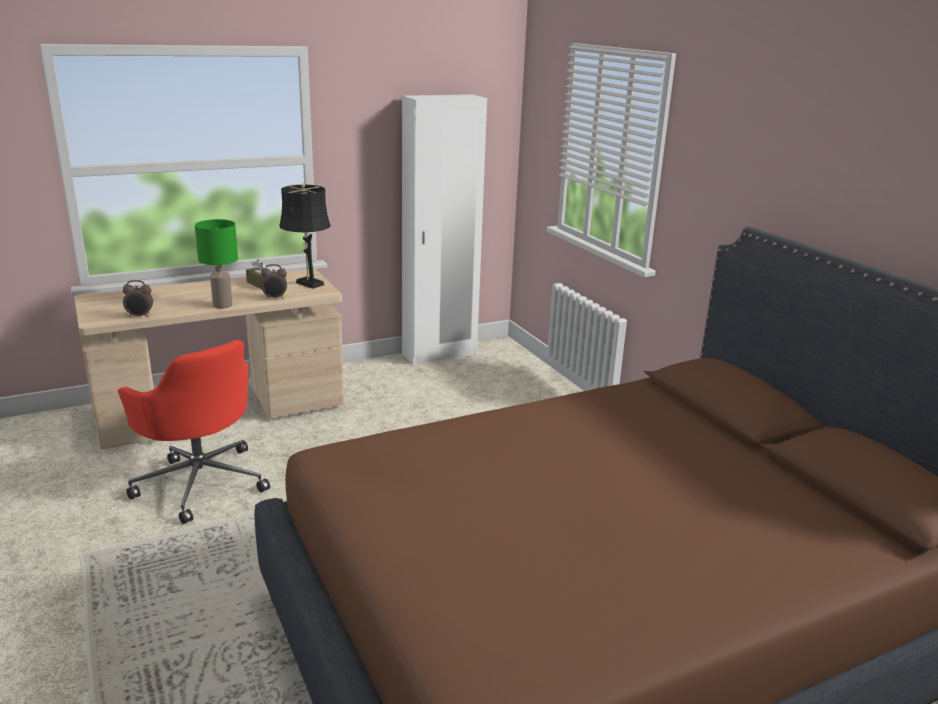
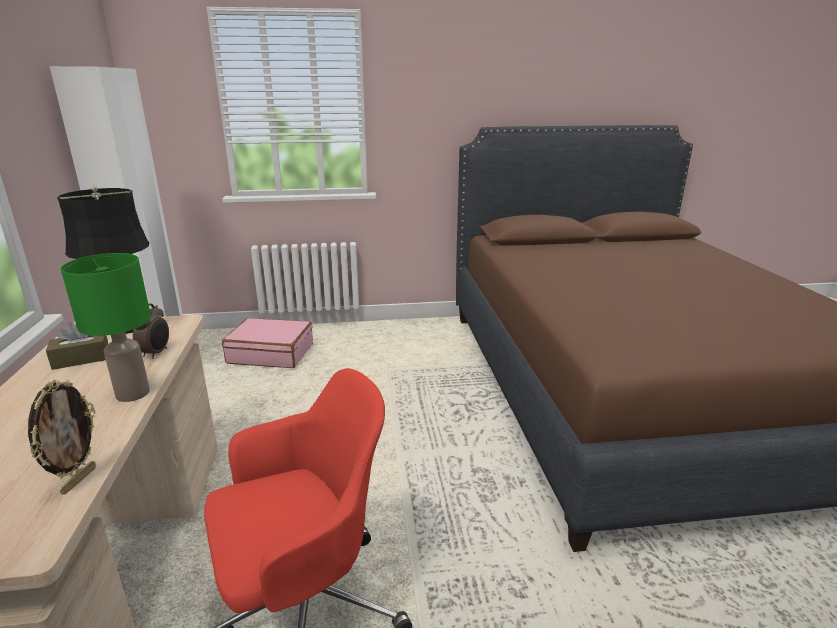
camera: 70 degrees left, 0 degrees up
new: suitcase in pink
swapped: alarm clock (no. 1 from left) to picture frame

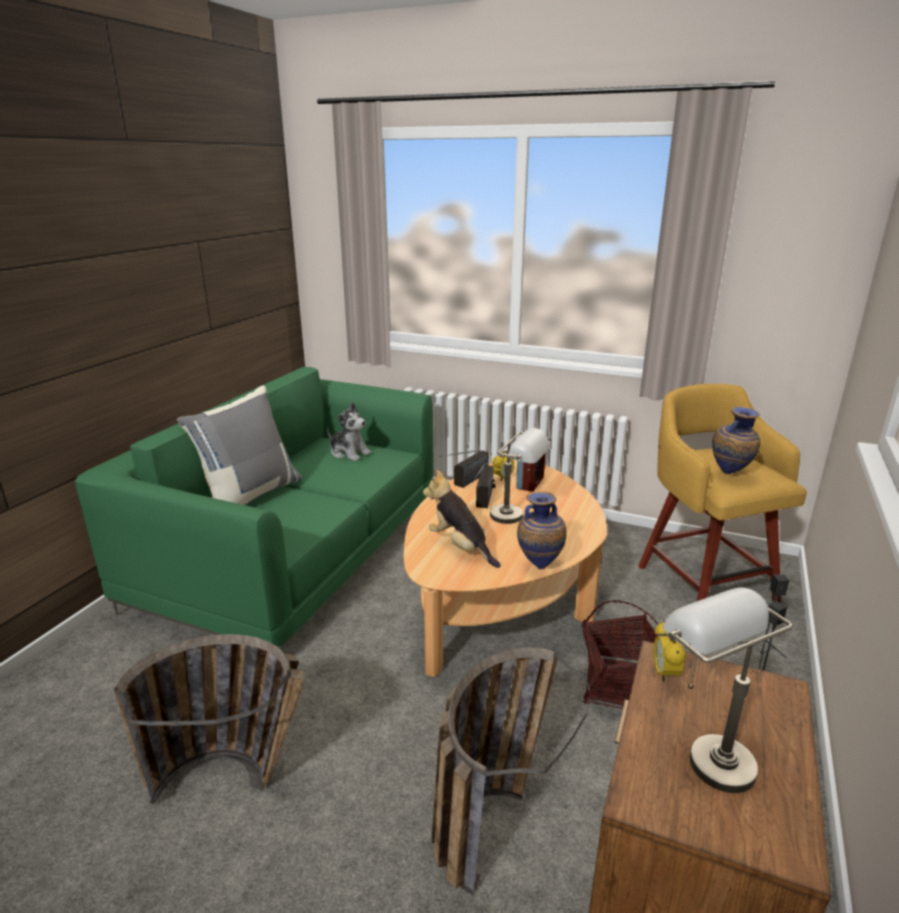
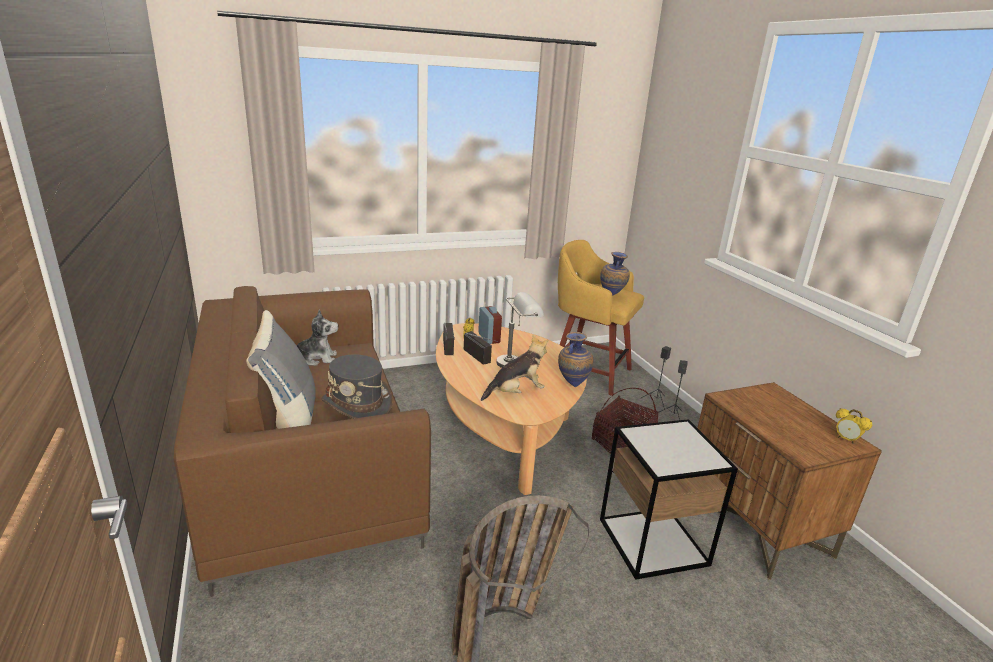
camera: 45 degrees left, 0 degrees up
gone: table lamp in grey (no. 2 from left)
new: hat in grey
shifted: alarm clock (no. 3 from left)
swapped: basket (no. 2 from left) to side table
repainted: sofa in green to sofa in brown
rotated: plush toy (no. 2 from left) 150 degrees clockwise

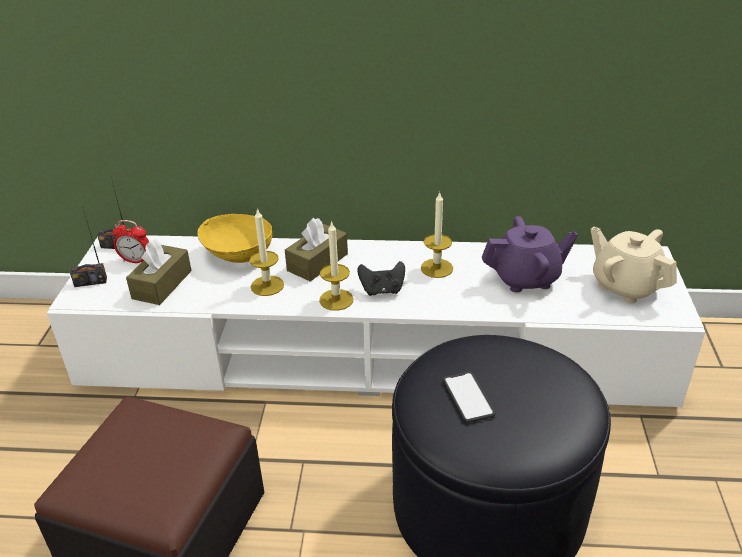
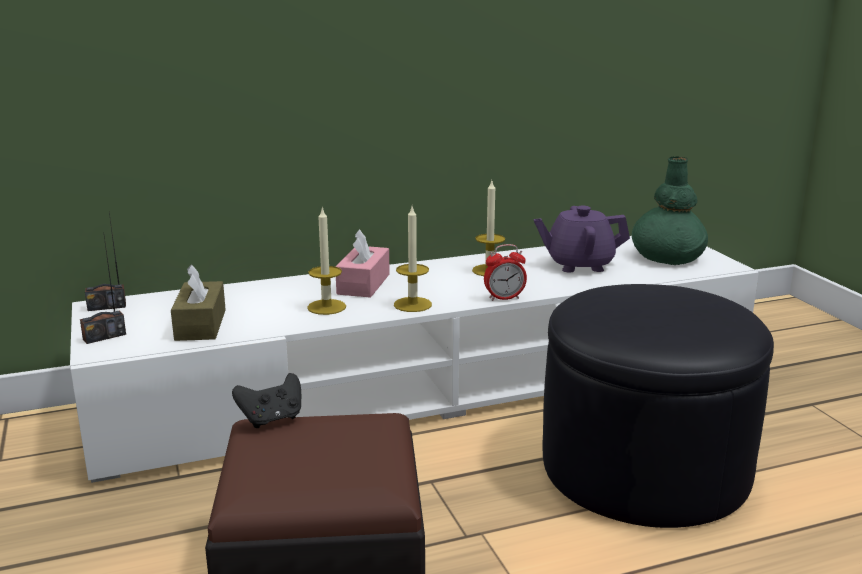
camera: 25 degrees left, 15 degrees down
gone: bowl in yellow; phone
shifted: game controller in black; alarm clock
swapped: teapot in beige to vase in green
repainted: tissue box in brown (no. 2 from left) to tissue box in pink
rotated: teapot in purple 150 degrees counterclockwise

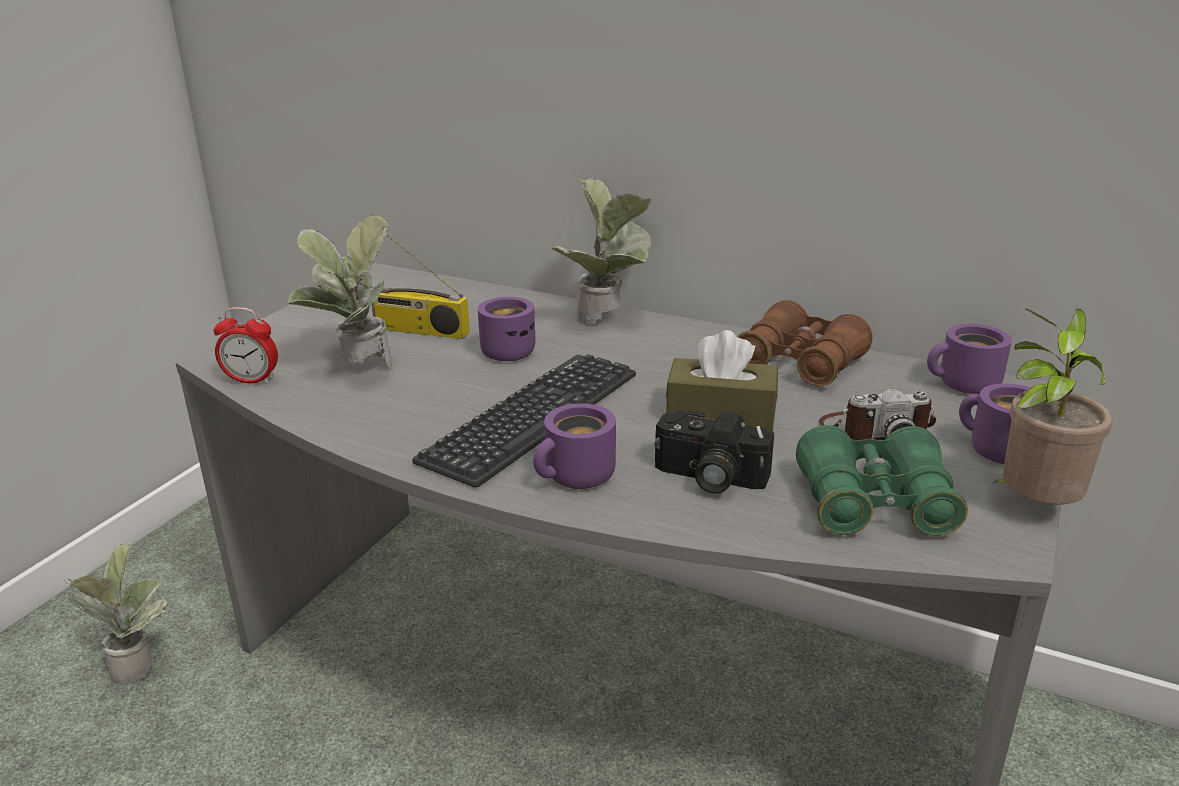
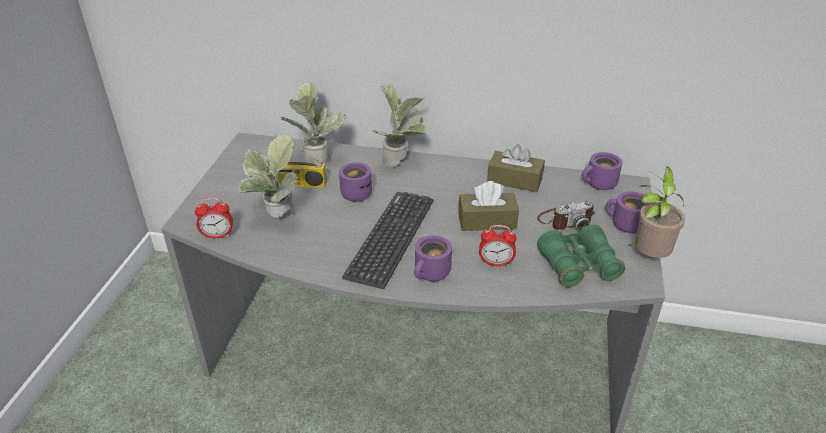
camera: 15 degrees left, 10 degrees up
shifted: potted plant (no. 1 from left in the first image) to potted plant (no. 2 from left)
swapped: photo camera (no. 1 from left) to alarm clock (no. 2 from left); binoculars in brown to tissue box in brown (no. 2 from left)

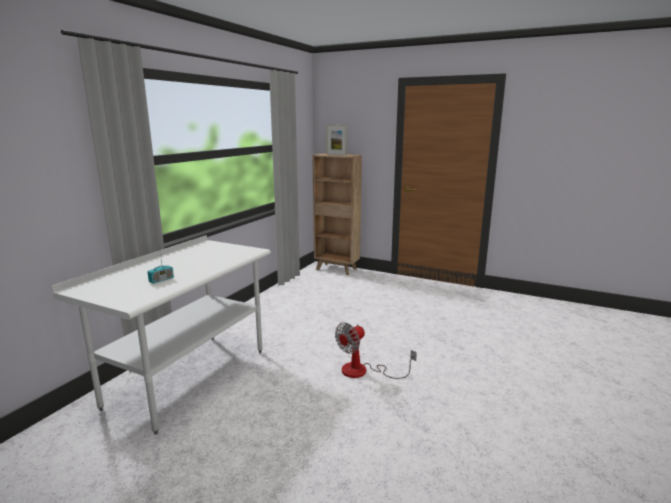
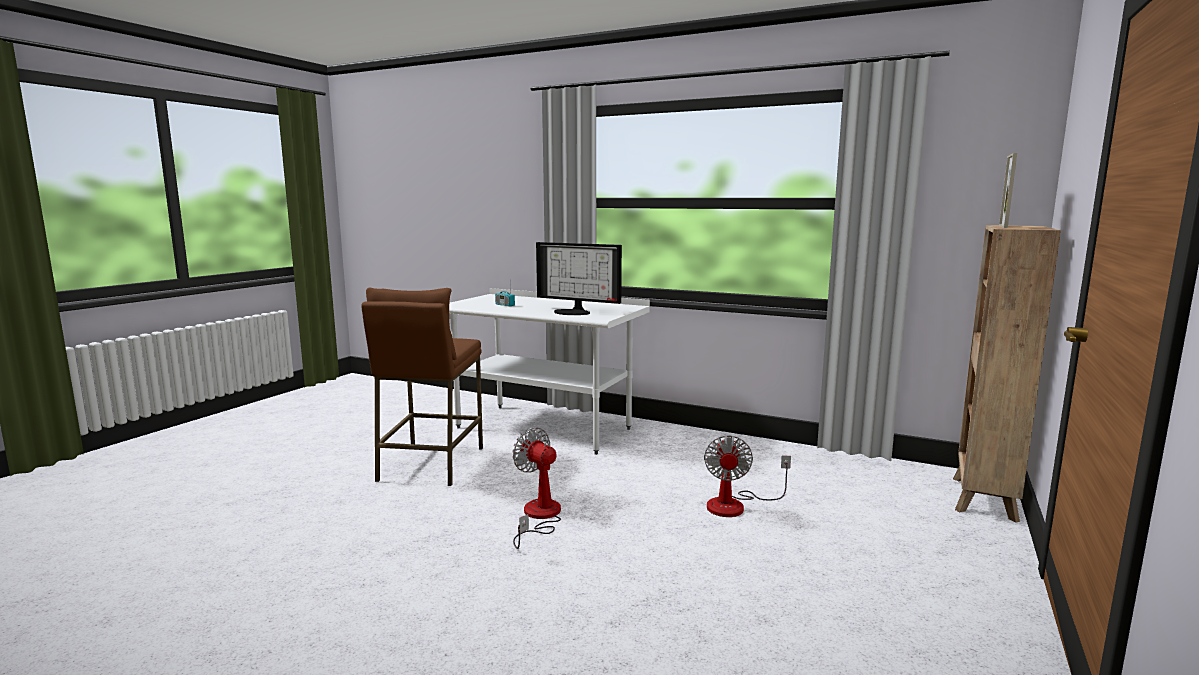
camera: 90 degrees right, 5 degrees down
new: stool in brown; monitor; fan (no. 2 from left)

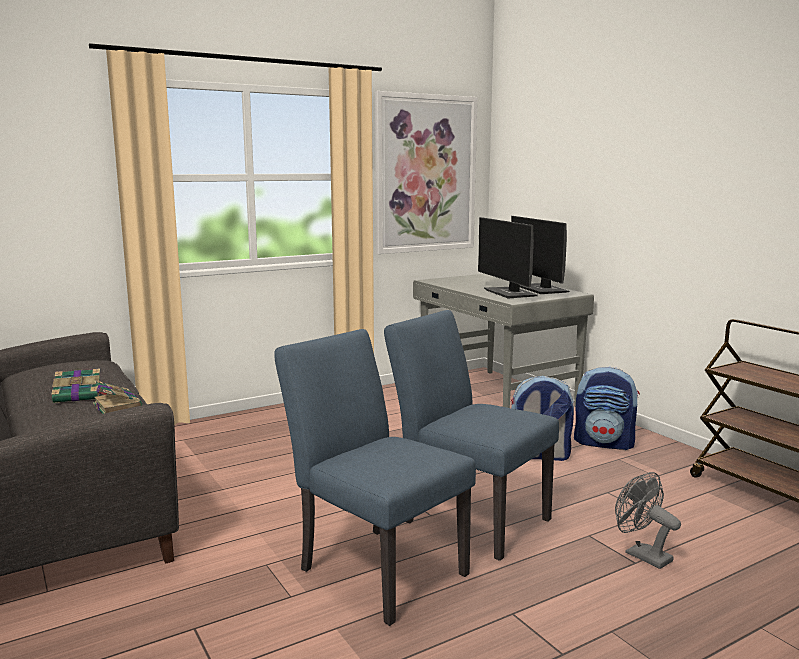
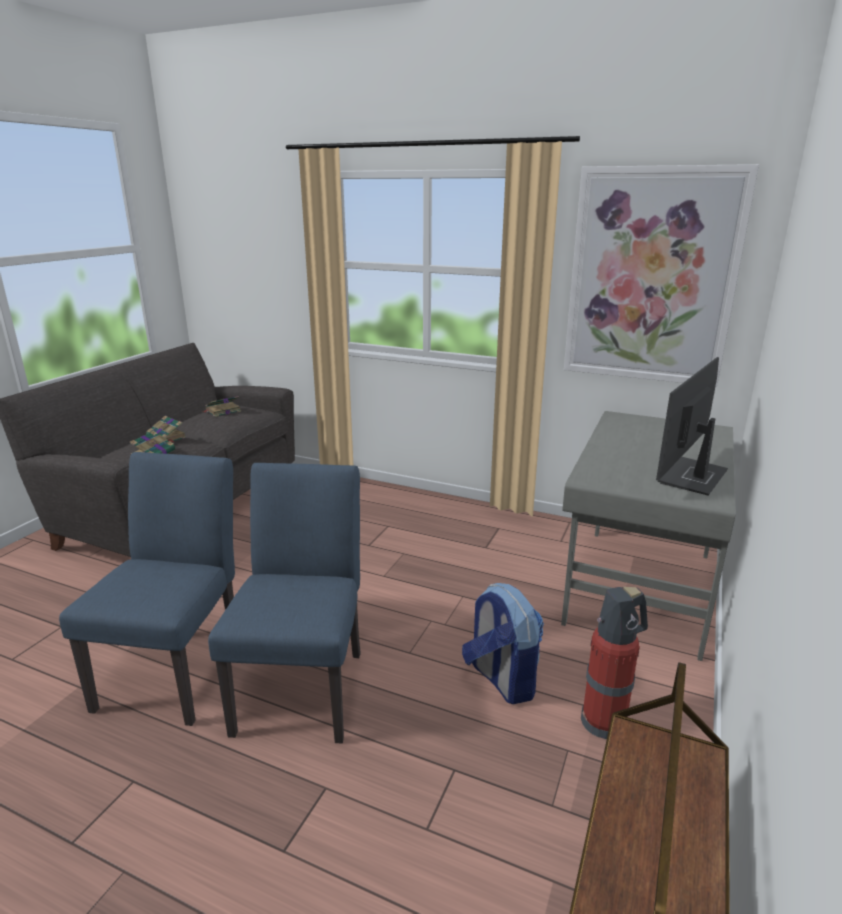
camera: 55 degrees right, 10 degrees up
gone: monitor (no. 1 from left); fan in grey
new: book (no. 3 from left)
swapped: backpack (no. 2 from left) to fire extinguisher

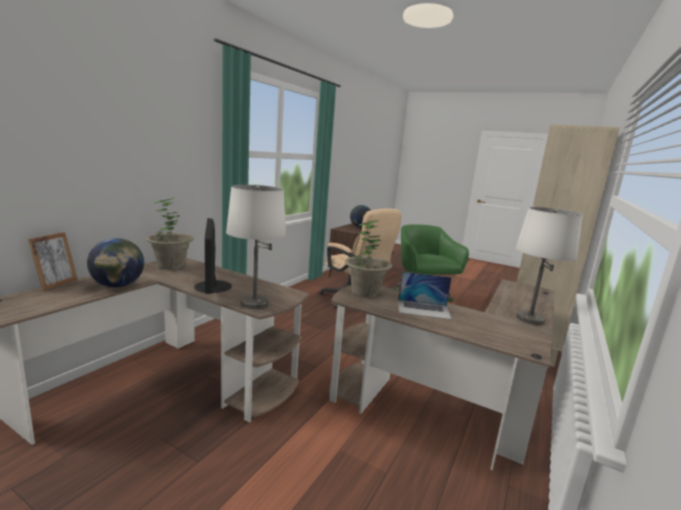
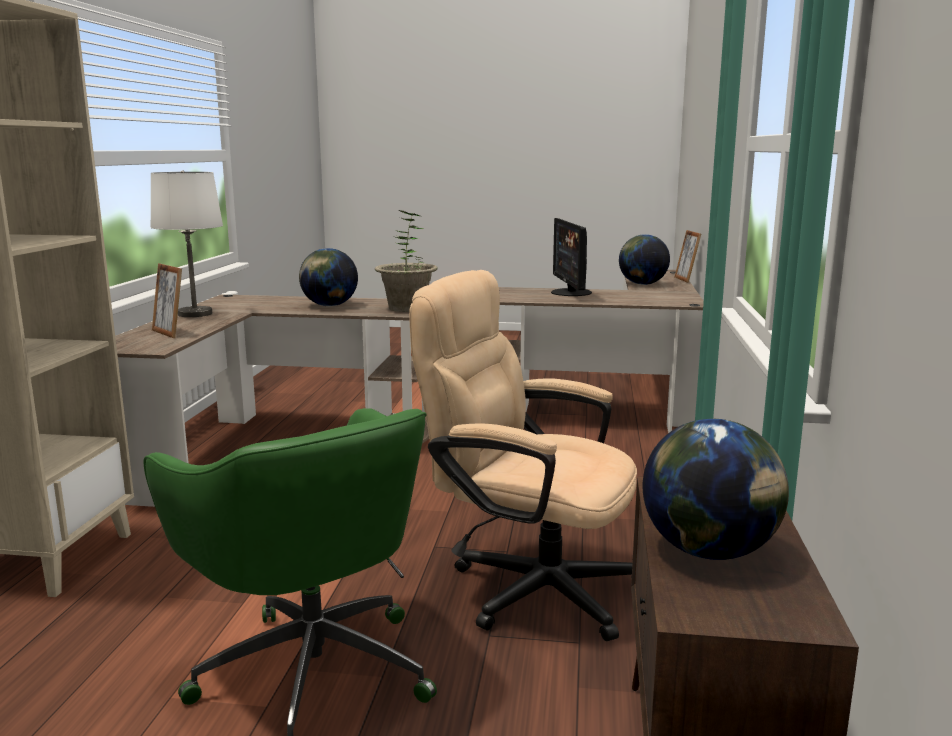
camera: 160 degrees right, 0 degrees up
gone: potted plant (no. 1 from left); table lamp in white (no. 1 from left)
new: picture frame (no. 1 from left)
swapped: laptop to globe (no. 1 from left)
rotated: monitor 150 degrees counterclockwise

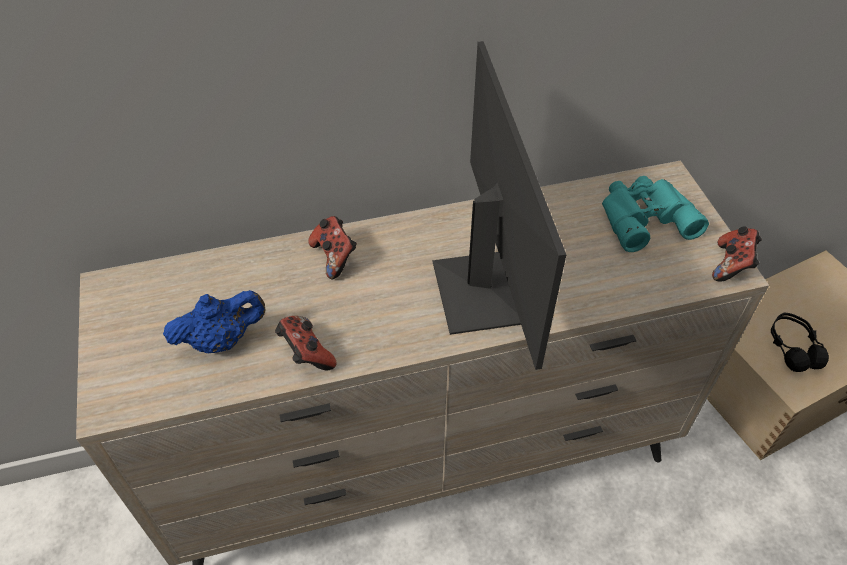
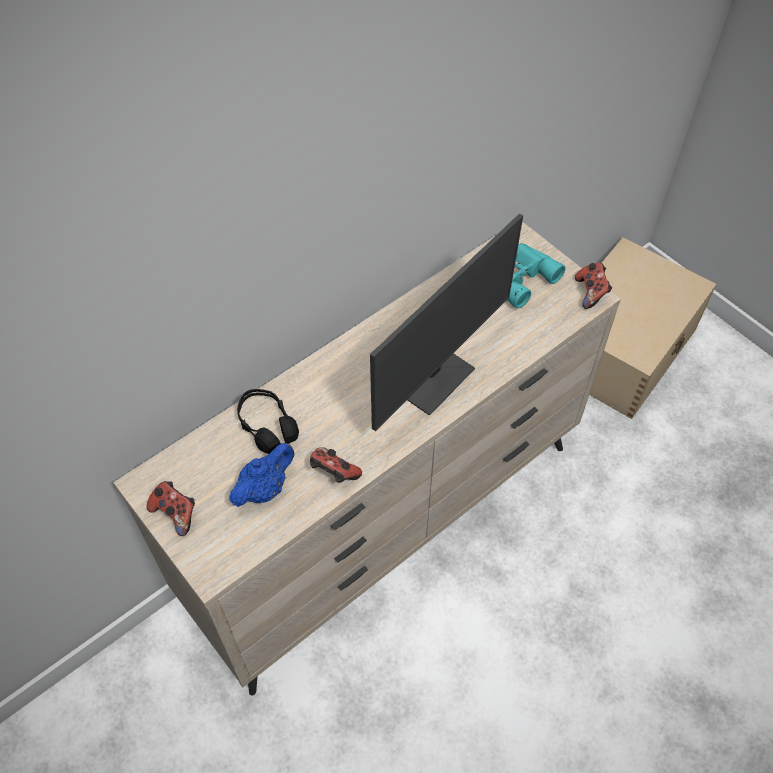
camera: 25 degrees left, 5 degrees up
shifted: game controller (no. 2 from left in the first image) to game controller (no. 1 from left); headphones in black
rotated: monitor 75 degrees clockwise

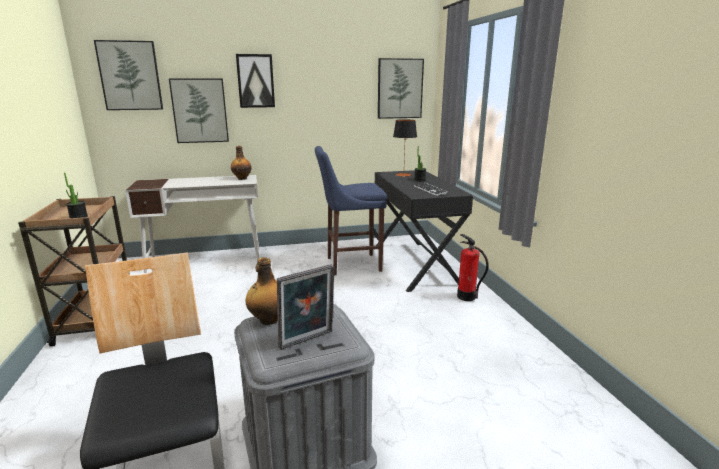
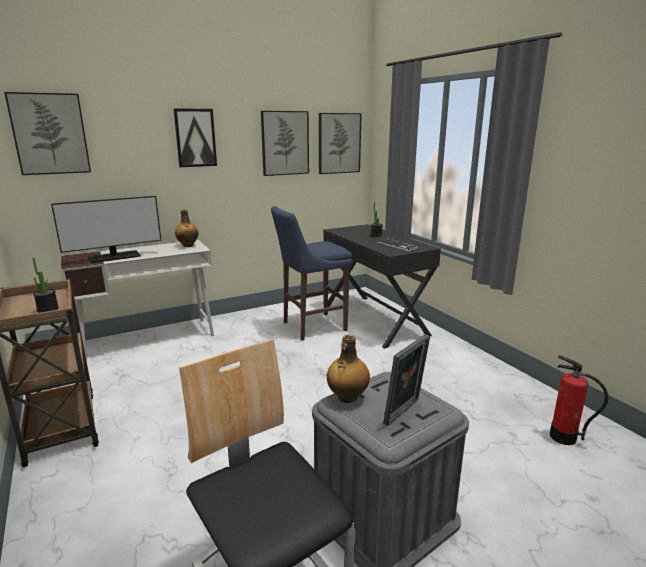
camera: 15 degrees left, 0 degrees up
gone: table lamp
new: monitor
shifted: picture (no. 2 from left in the first image) to picture (no. 3 from left); fire extinguisher

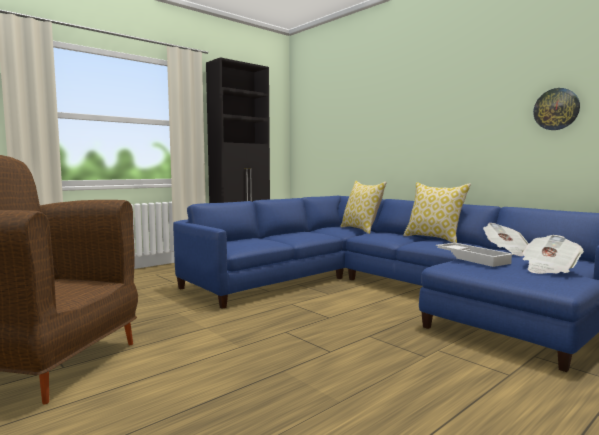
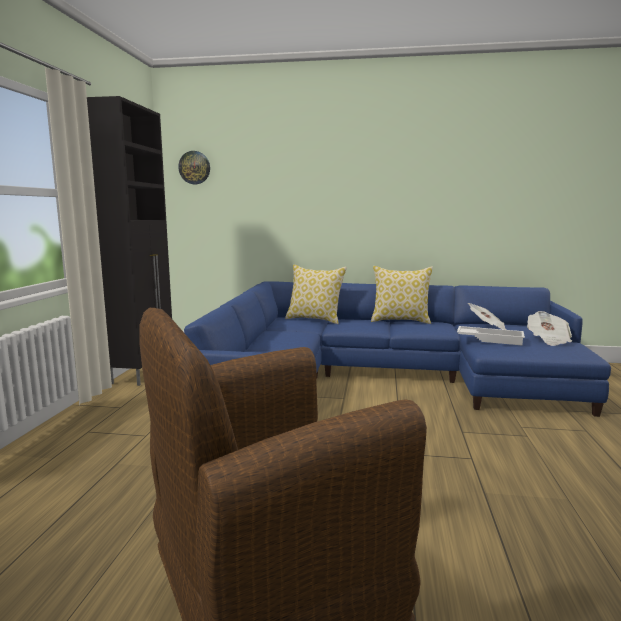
camera: 40 degrees left, 5 degrees up
shifted: wall clock

